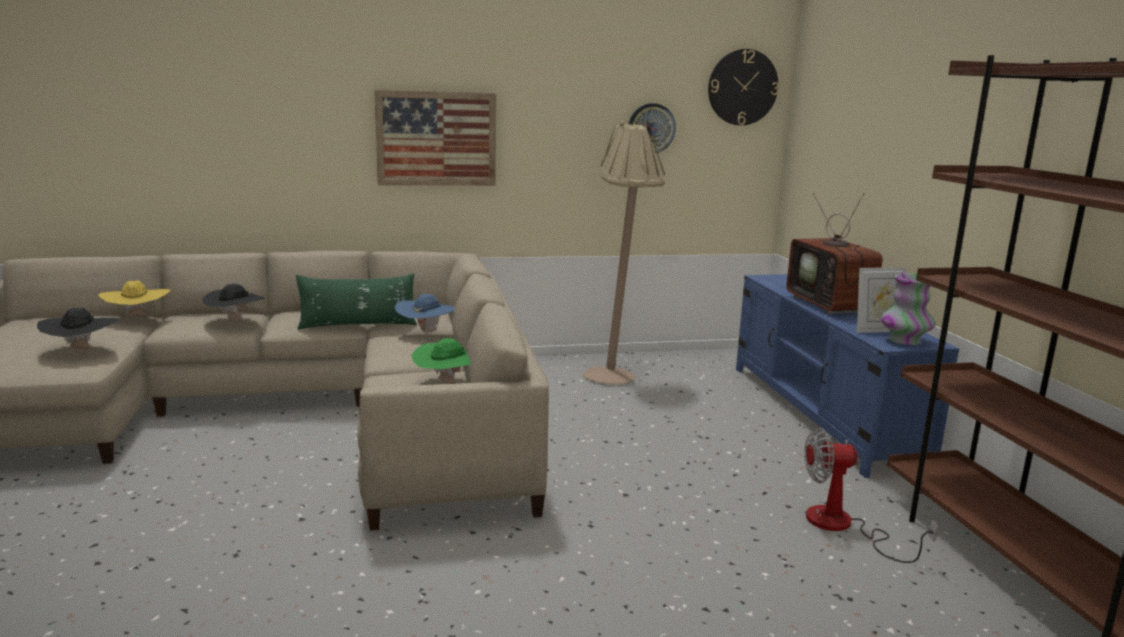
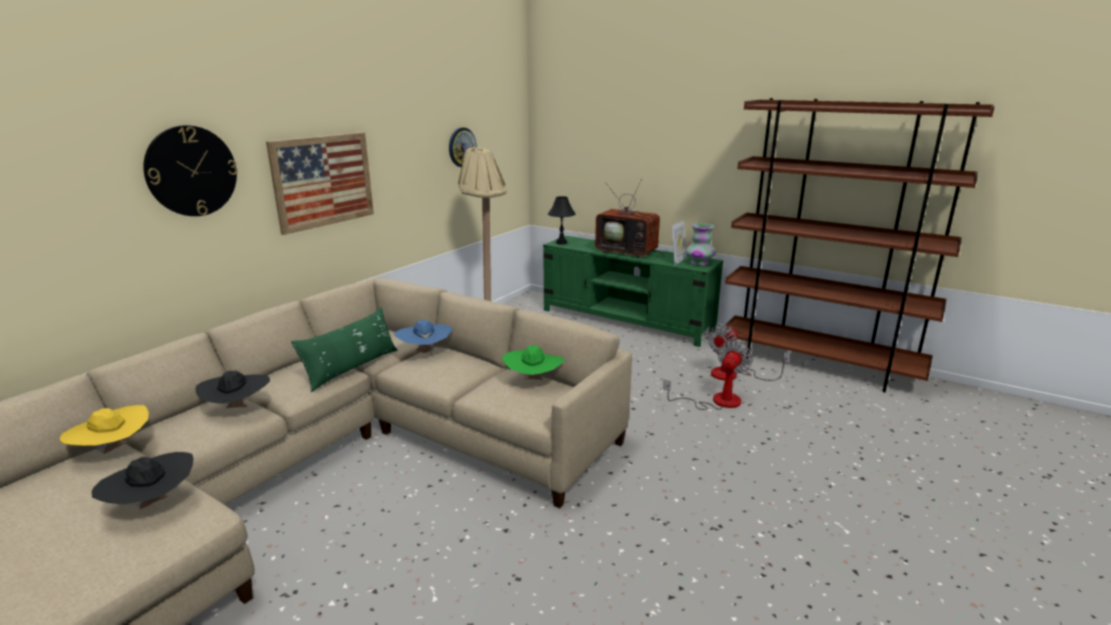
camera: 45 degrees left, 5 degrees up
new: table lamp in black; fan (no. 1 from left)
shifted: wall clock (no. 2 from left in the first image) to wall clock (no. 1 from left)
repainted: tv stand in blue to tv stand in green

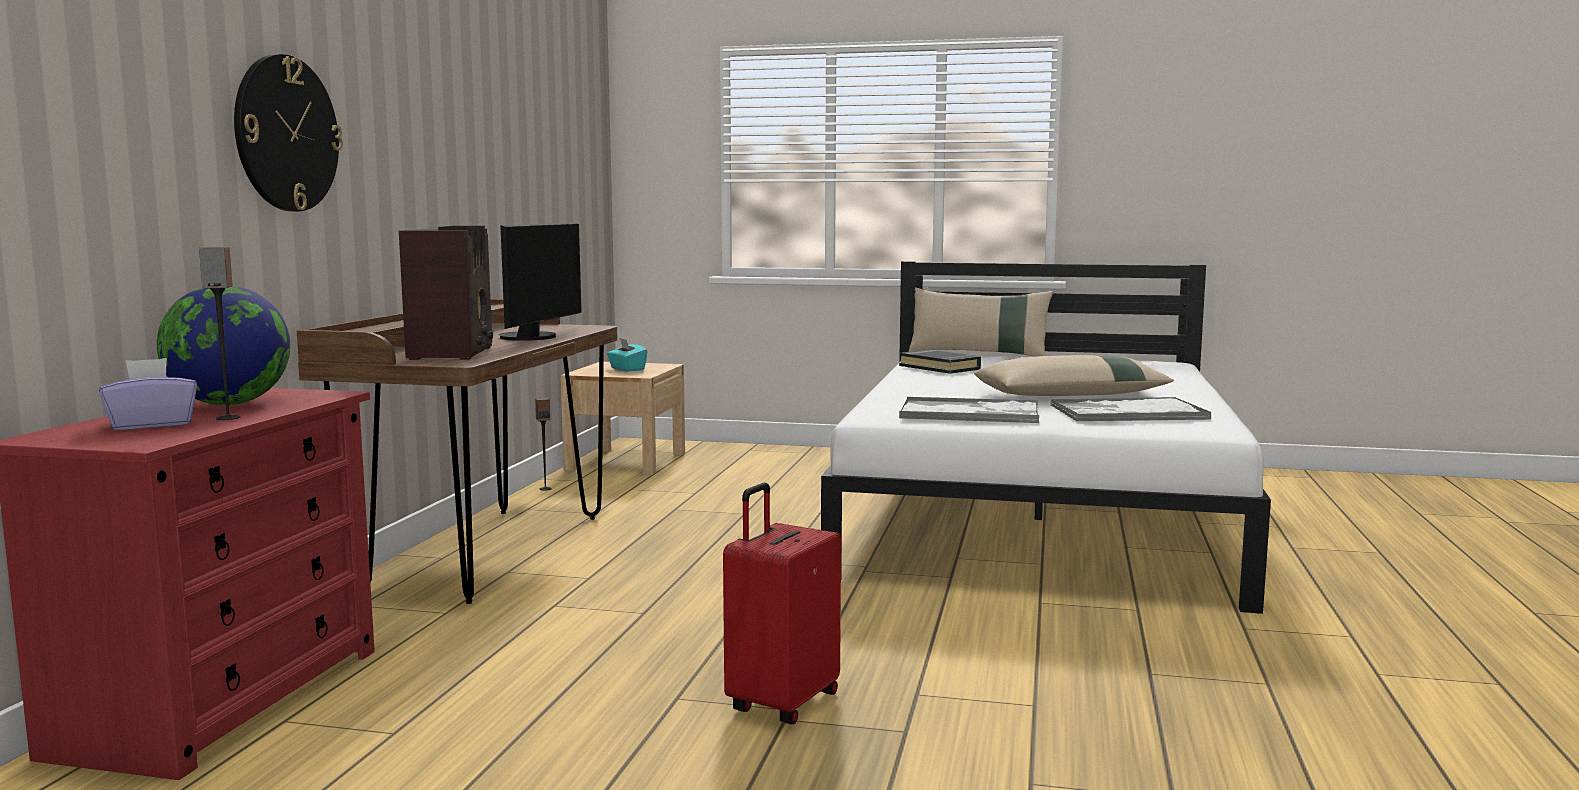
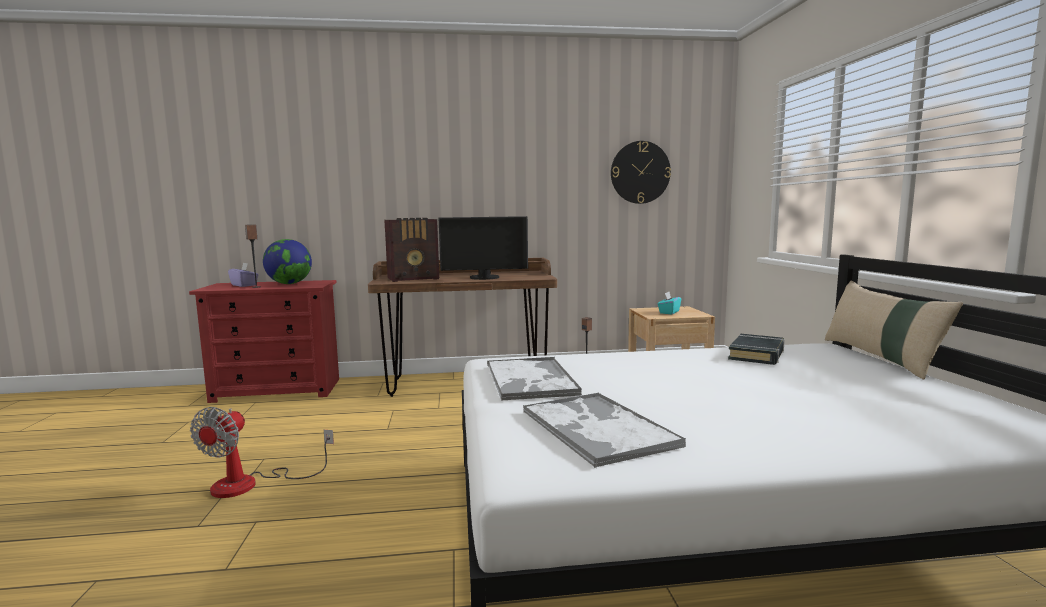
camera: 70 degrees right, 0 degrees up
gone: pillow in beige (no. 2 from left)
shifted: wall clock
swapped: suitcase in red to fan

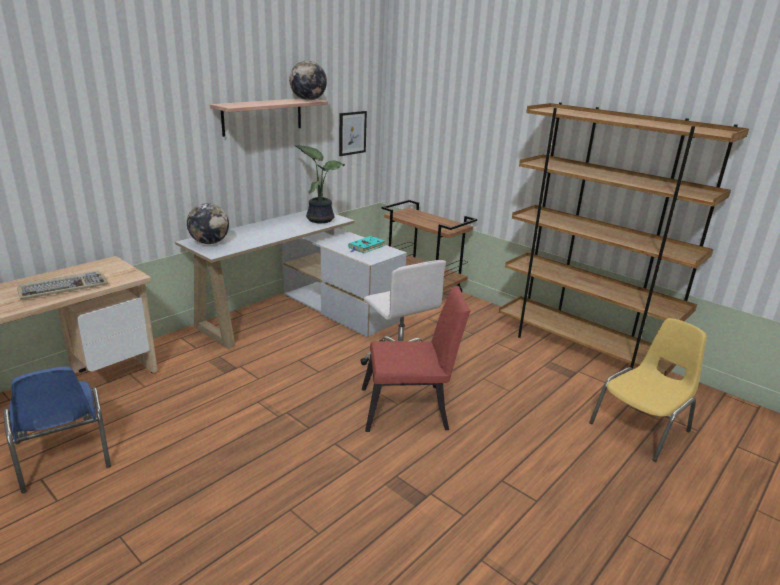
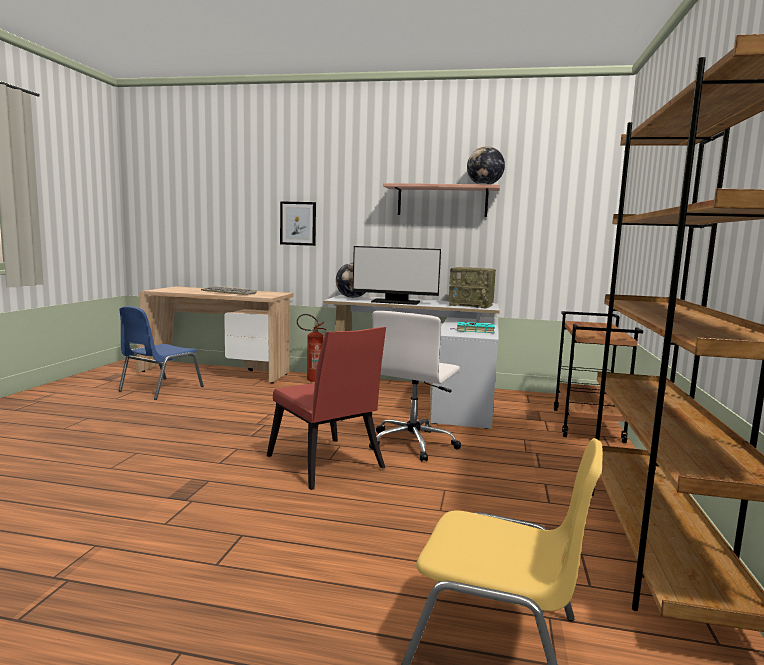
camera: 60 degrees right, 15 degrees down
new: fire extinguisher; monitor
shifted: picture
swapped: potted plant to radio

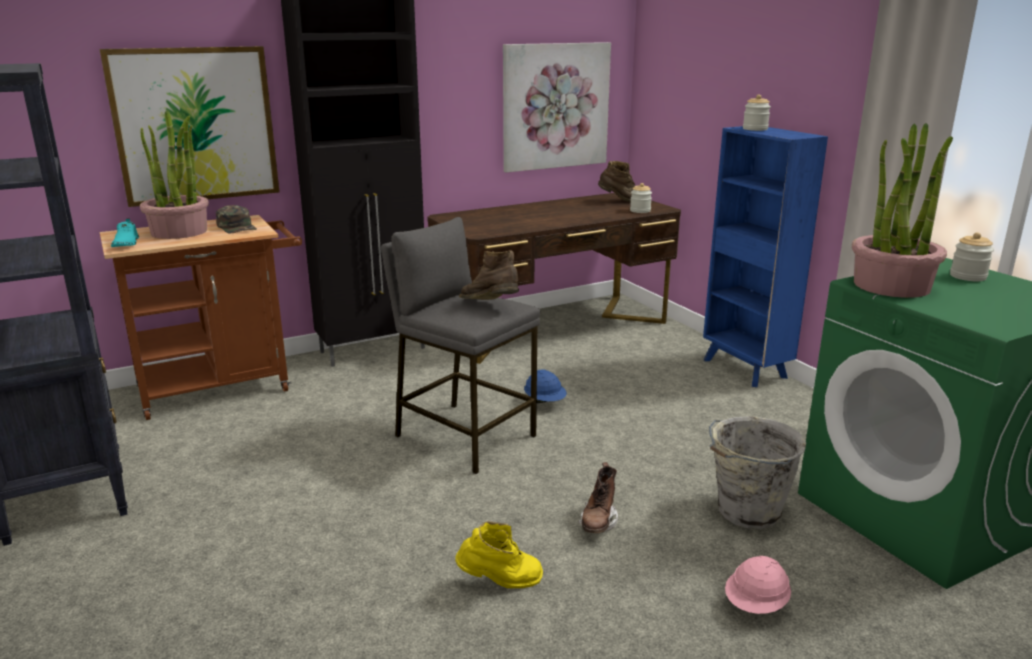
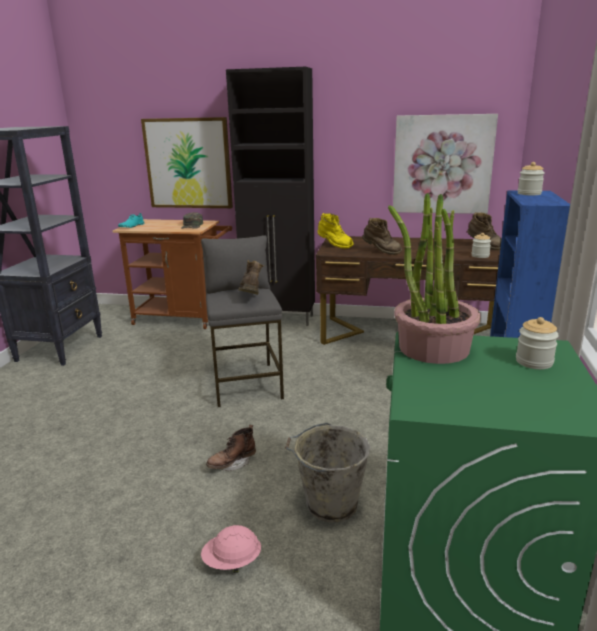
camera: 40 degrees right, 0 degrees up
gone: potted plant (no. 1 from left); hard hat in blue
new: boot in brown (no. 3 from left)
shifted: boot in yellow

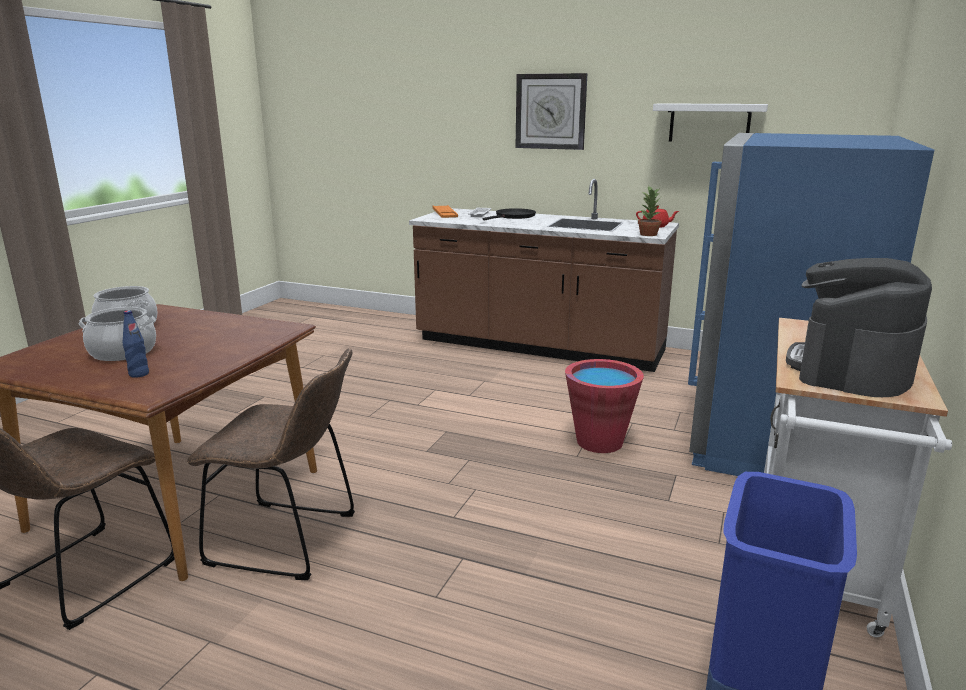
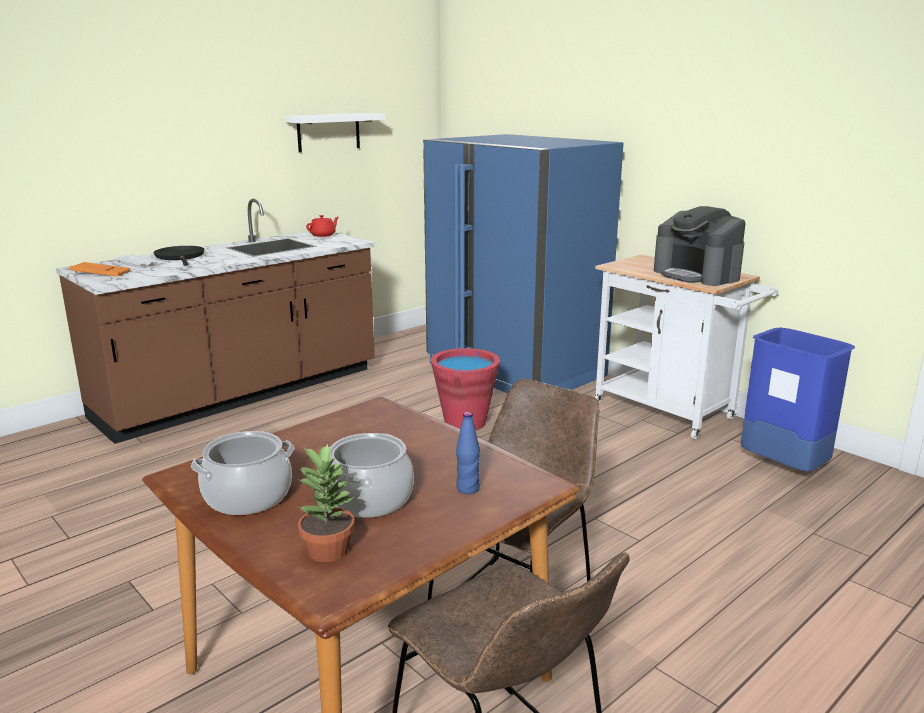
camera: 65 degrees left, 0 degrees up
gone: wall clock
shifted: potted plant

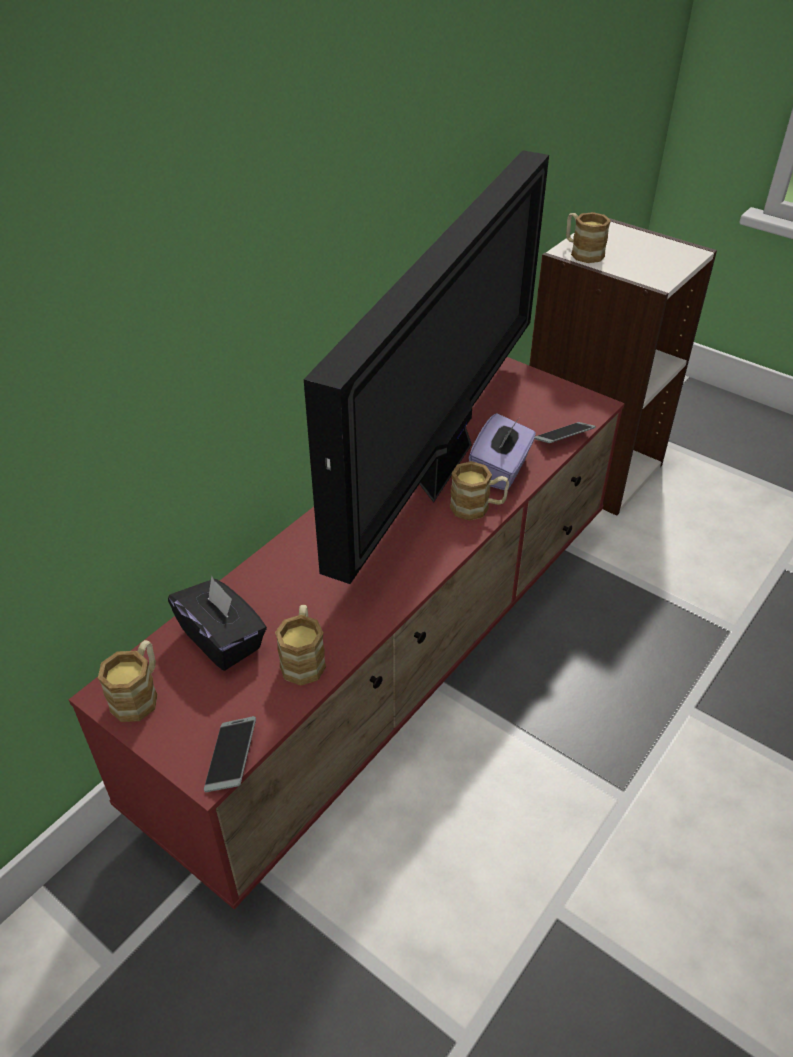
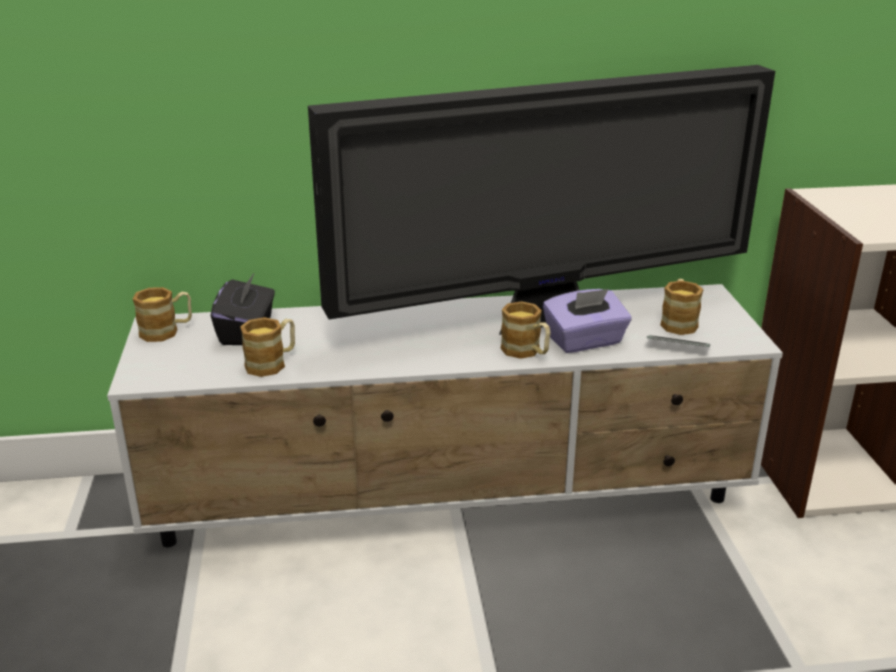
camera: 45 degrees right, 15 degrees down
gone: phone (no. 1 from left)
shifted: mug (no. 4 from left)
repainted: tv stand in red to tv stand in white

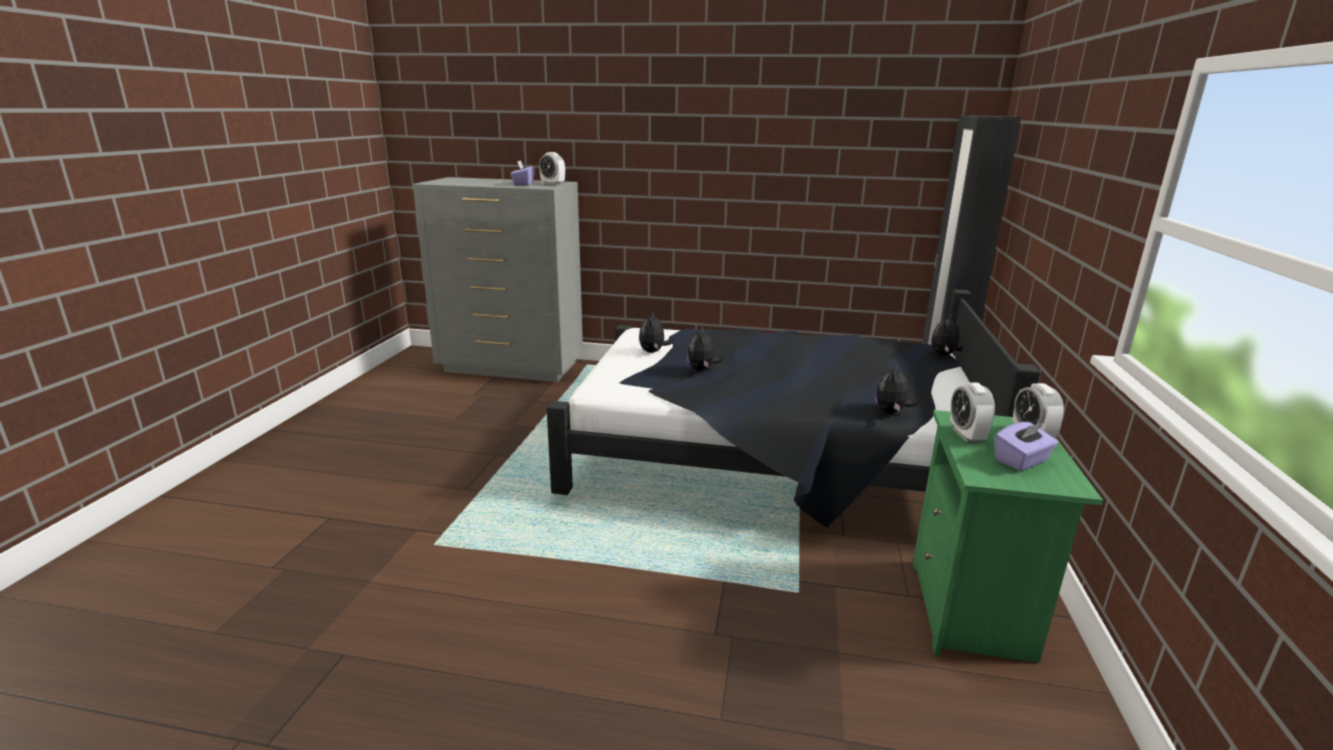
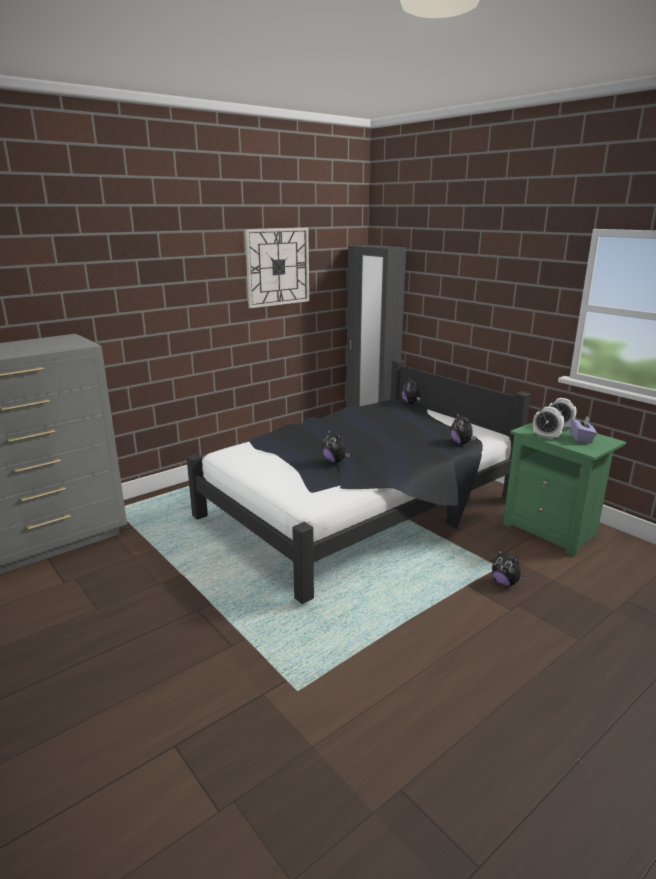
camera: 50 degrees left, 0 degrees up
gone: tissue box in purple (no. 1 from left); alarm clock (no. 1 from left)
new: wall clock
shifted: plush toy (no. 1 from left in the first image) to plush toy (no. 4 from left)

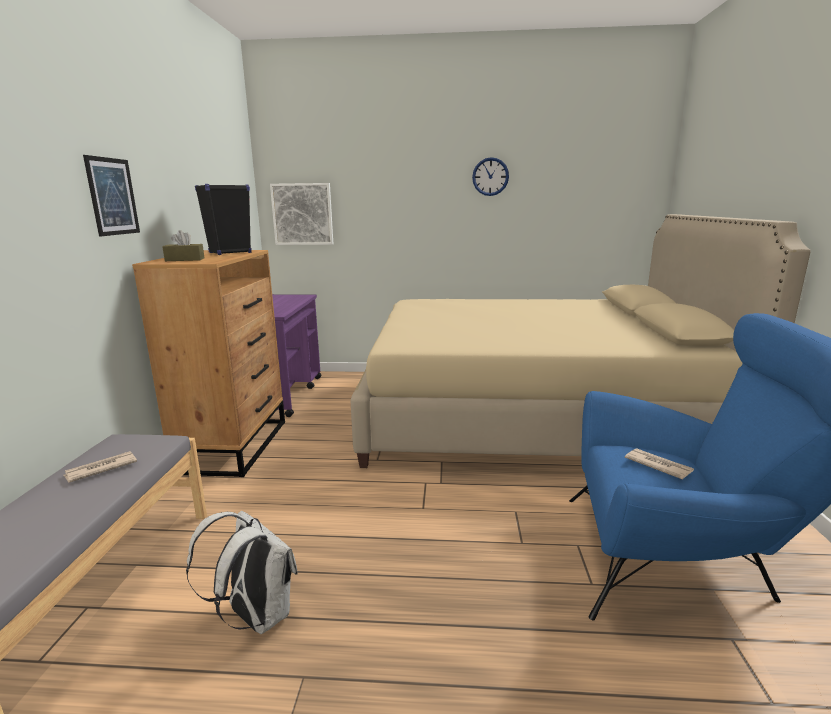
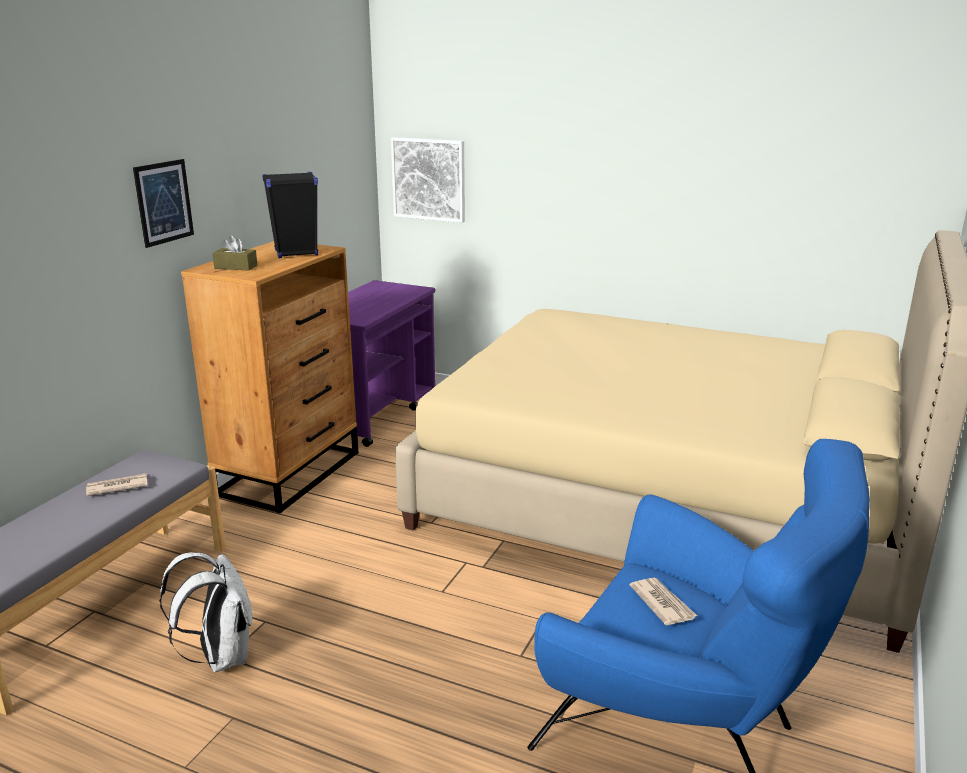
camera: 20 degrees right, 5 degrees up
gone: wall clock

